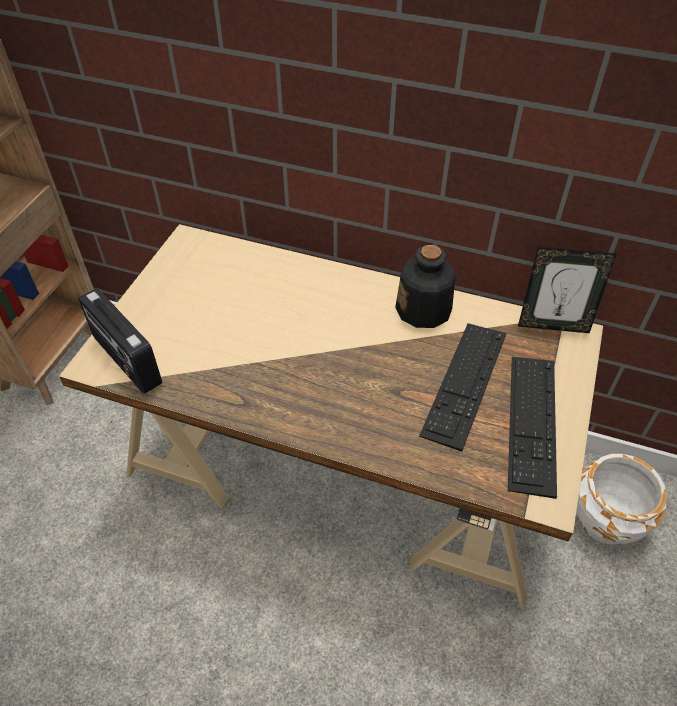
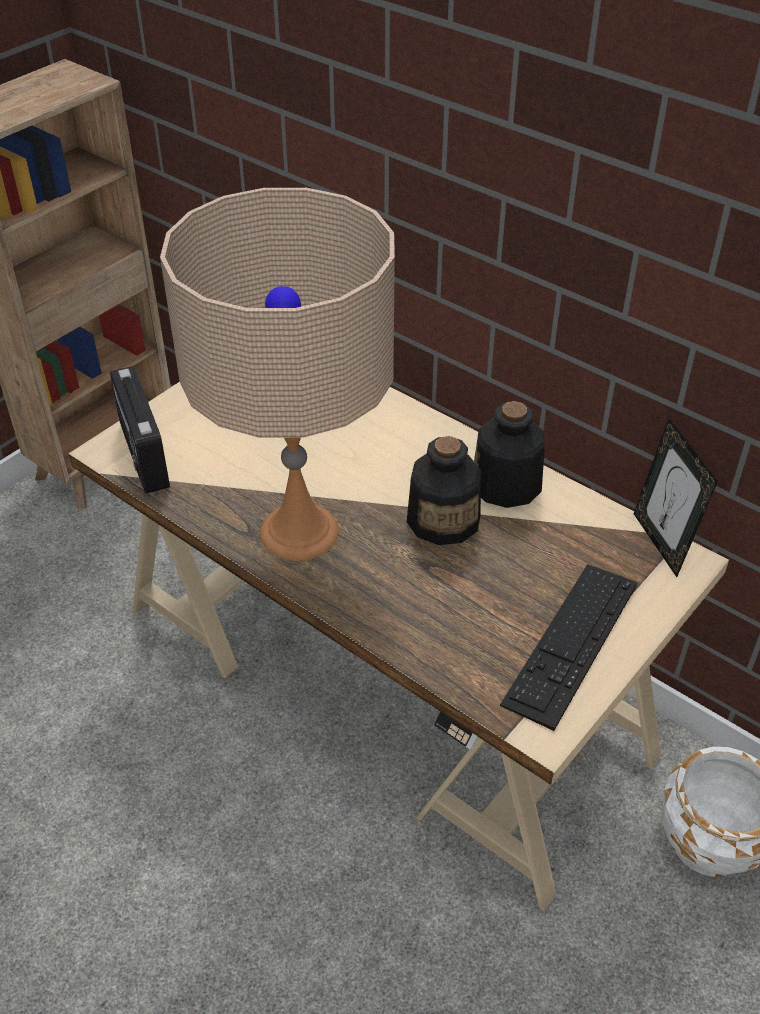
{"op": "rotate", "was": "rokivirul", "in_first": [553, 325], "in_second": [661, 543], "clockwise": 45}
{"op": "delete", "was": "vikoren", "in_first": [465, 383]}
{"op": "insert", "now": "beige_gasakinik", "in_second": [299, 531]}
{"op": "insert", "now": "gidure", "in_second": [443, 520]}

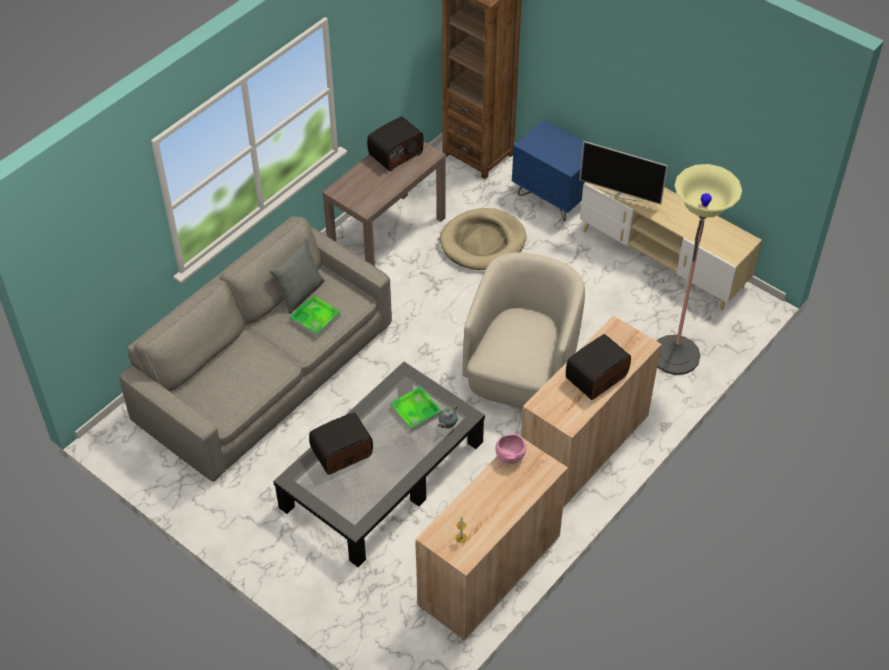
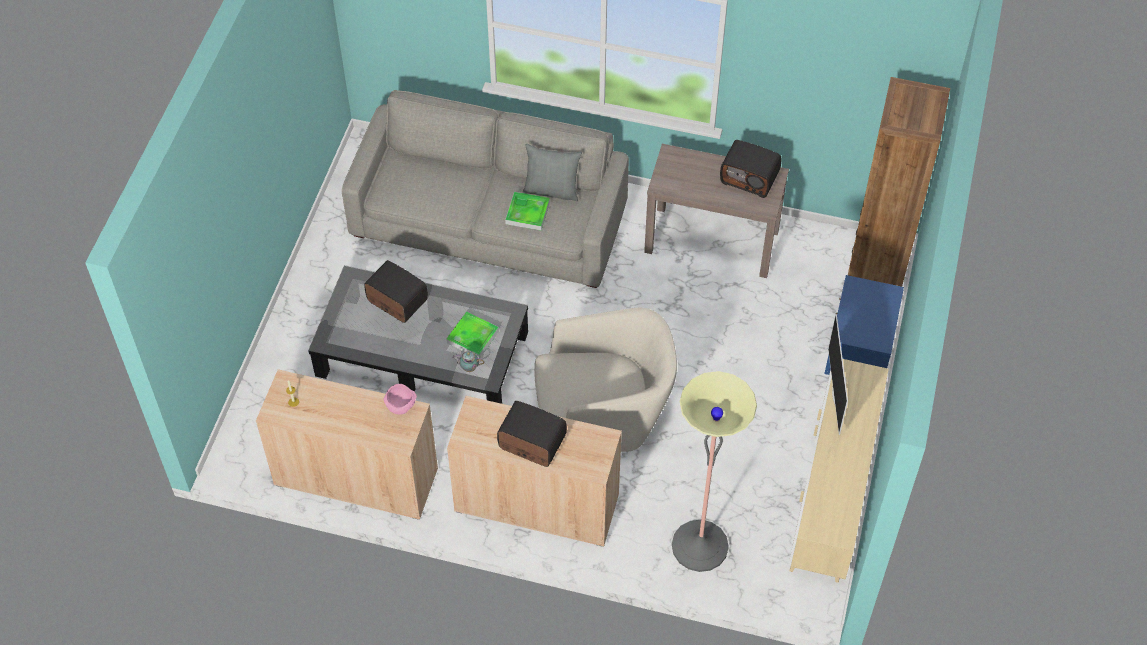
{"op": "delete", "was": "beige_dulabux", "in_first": [483, 242]}

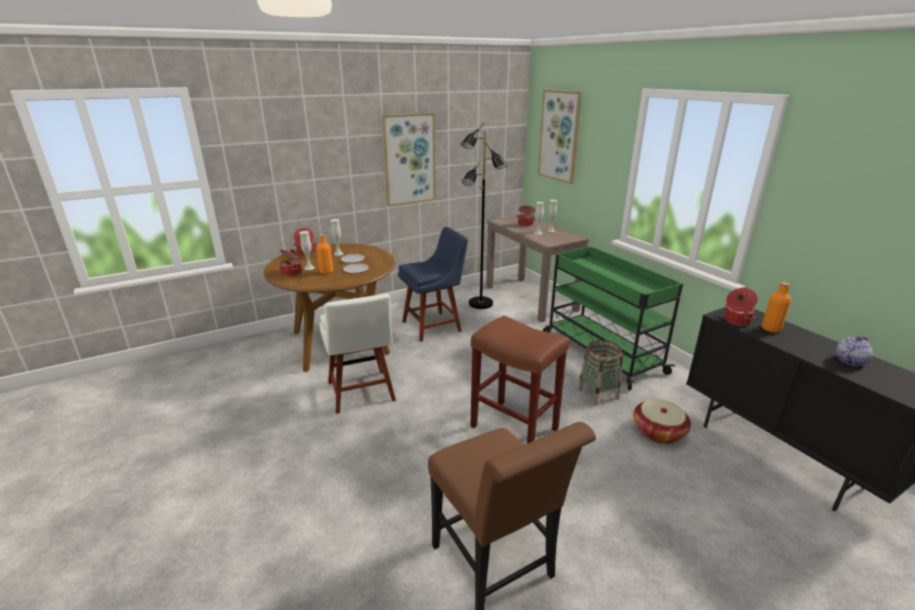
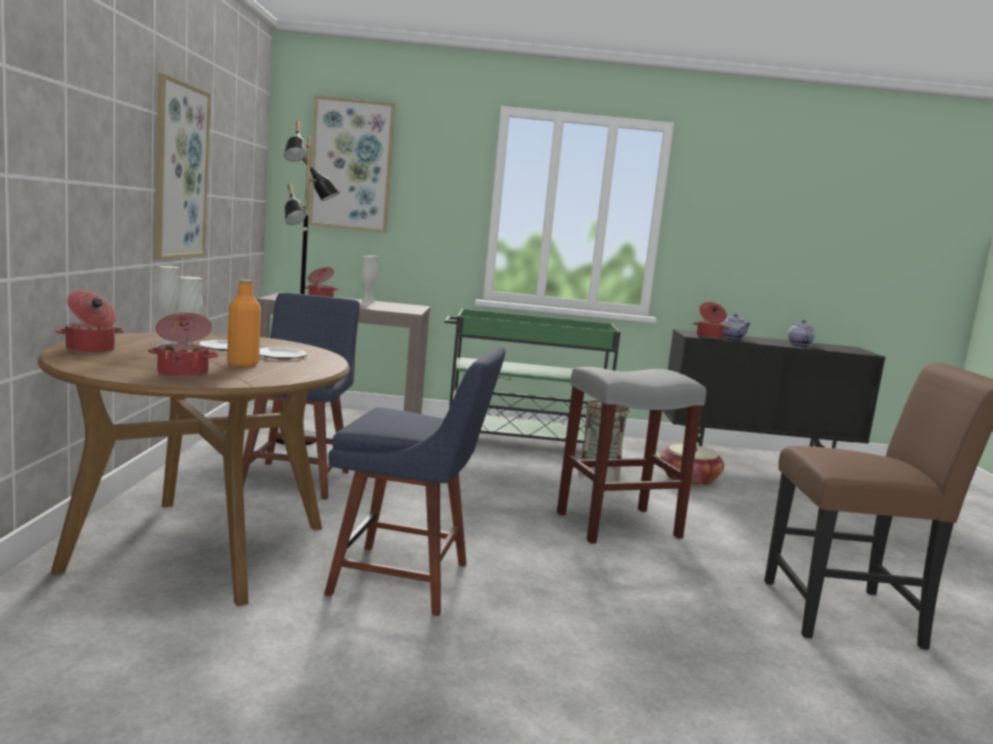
{"op": "replace", "was": "orange_gidure", "now": "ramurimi", "in_first": [771, 329], "in_second": [732, 337]}
{"op": "recolor", "was": "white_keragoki", "now": "blue_keragoki", "in_first": [361, 393], "in_second": [408, 580]}
{"op": "recolor", "was": "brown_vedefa", "now": "grey_vedefa", "in_first": [515, 428], "in_second": [619, 524]}

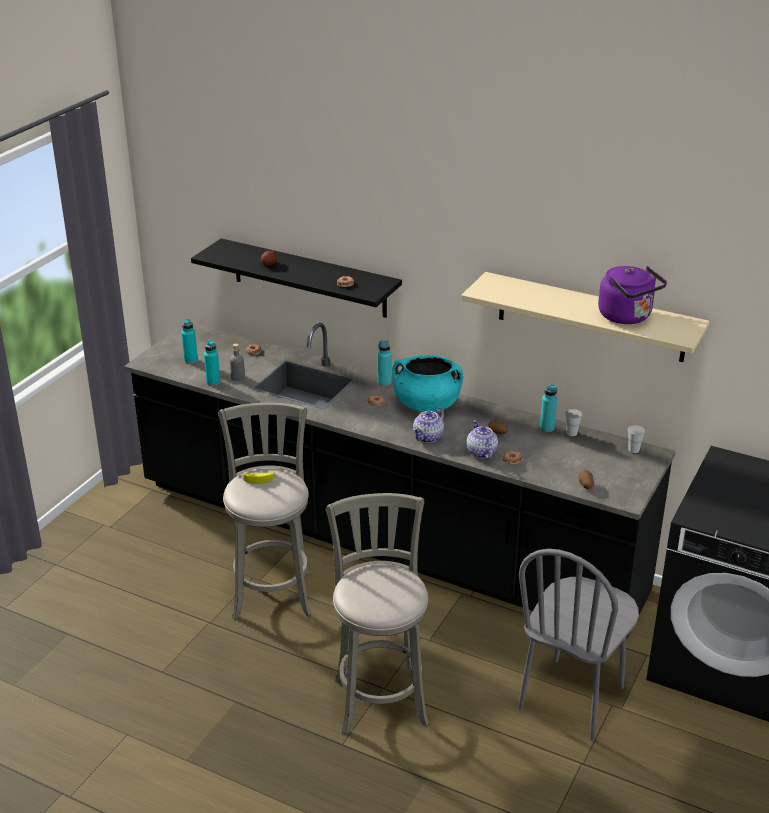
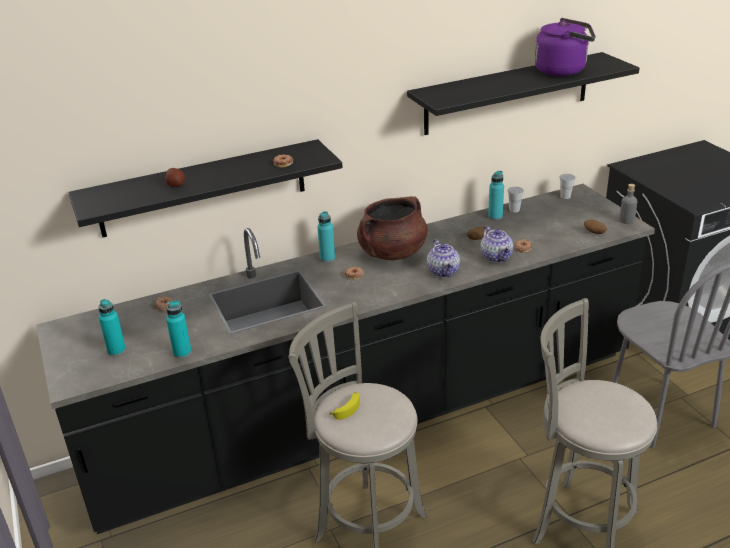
{"op": "recolor", "was": "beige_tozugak", "now": "black_tozugak", "in_first": [591, 317], "in_second": [507, 93]}
{"op": "move", "was": "grey_gidure", "in_first": [238, 377], "in_second": [626, 220]}
{"op": "recolor", "was": "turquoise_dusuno", "now": "brown_dusuno", "in_first": [426, 405], "in_second": [392, 253]}
{"op": "rotate", "was": "ramurimi", "in_first": [481, 452], "in_second": [496, 257], "clockwise": -135}

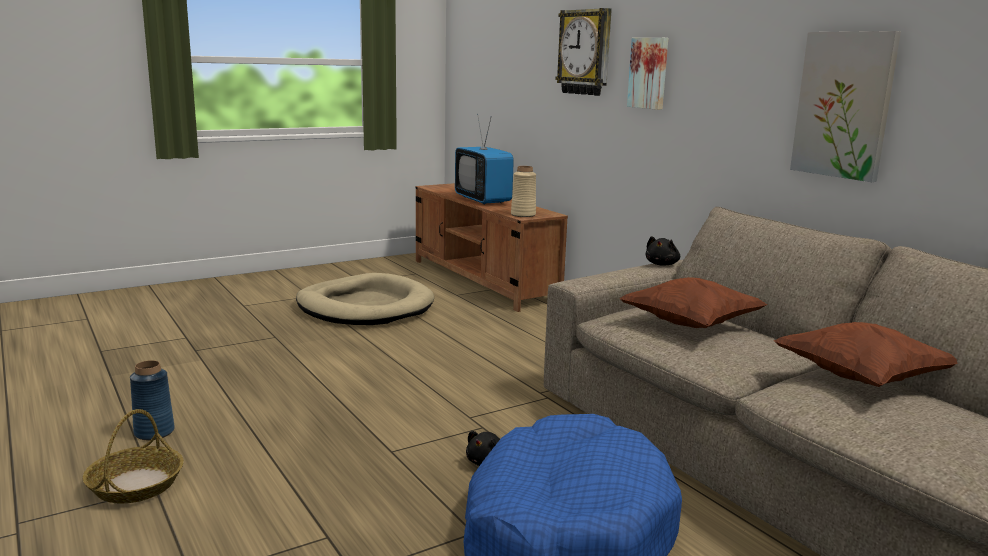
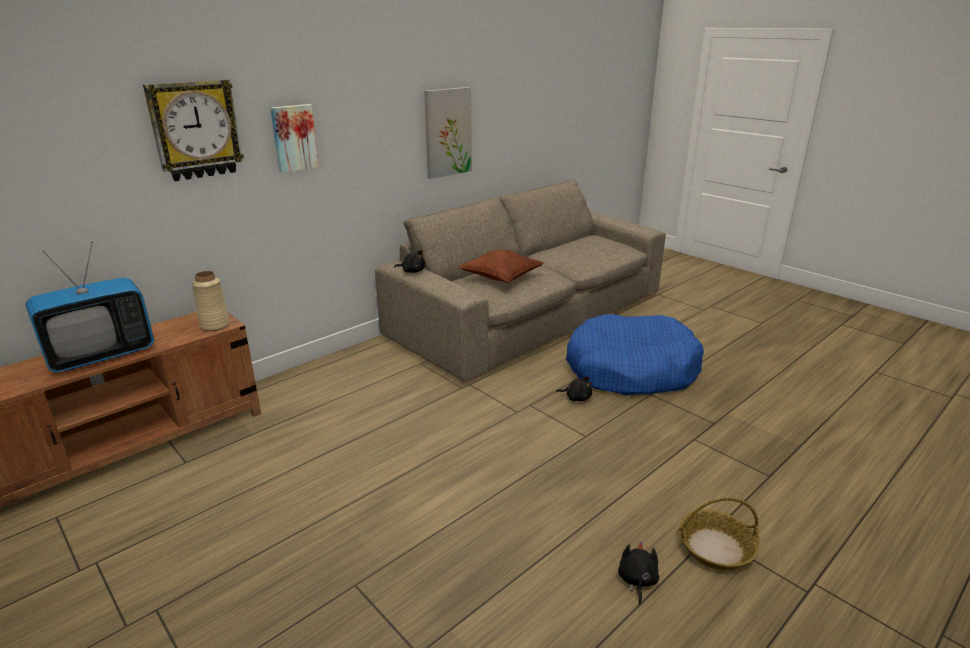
{"op": "delete", "was": "beige_dulabux", "in_first": [365, 307]}
{"op": "delete", "was": "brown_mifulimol", "in_first": [860, 379]}
{"op": "replace", "was": "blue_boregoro", "now": "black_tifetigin", "in_first": [154, 432], "in_second": [637, 580]}

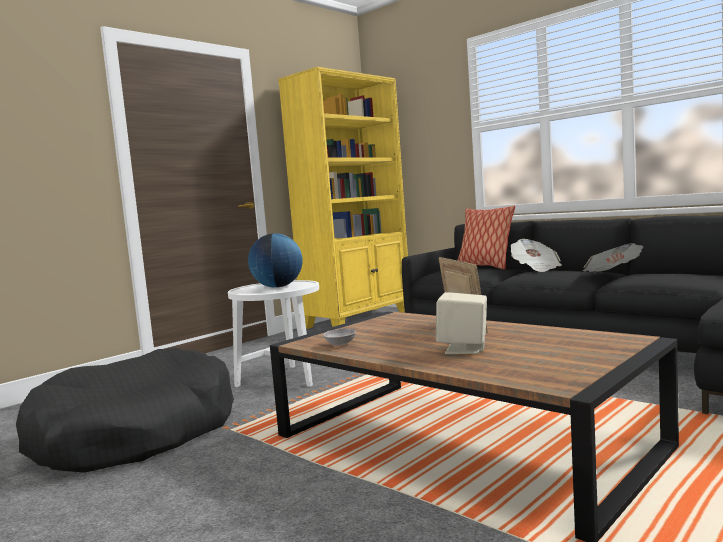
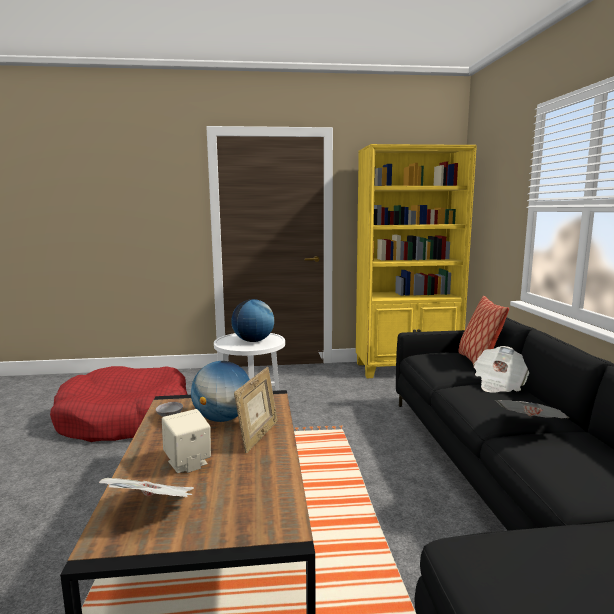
{"op": "recolor", "was": "black_dulabux", "now": "red_dulabux", "in_first": [135, 434], "in_second": [125, 419]}
{"op": "insert", "now": "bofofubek", "in_second": [222, 419]}
{"op": "insert", "now": "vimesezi", "in_second": [154, 508]}

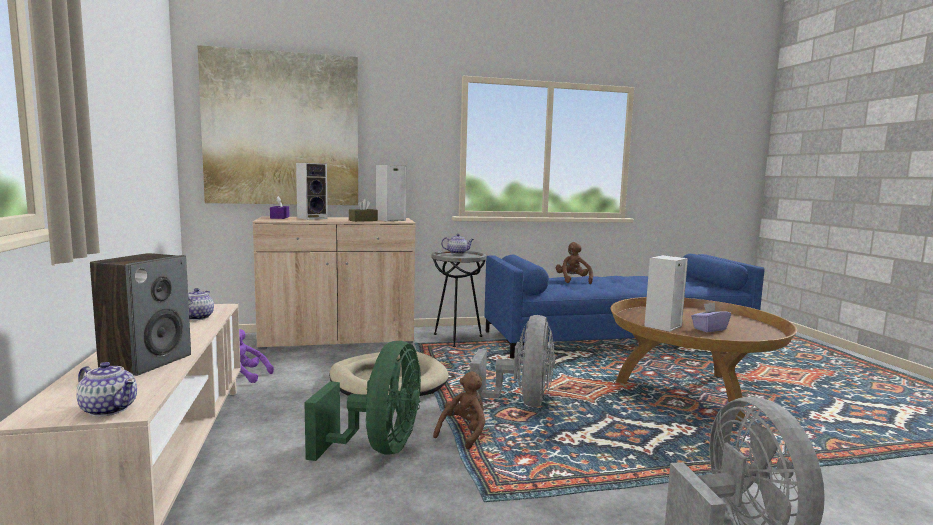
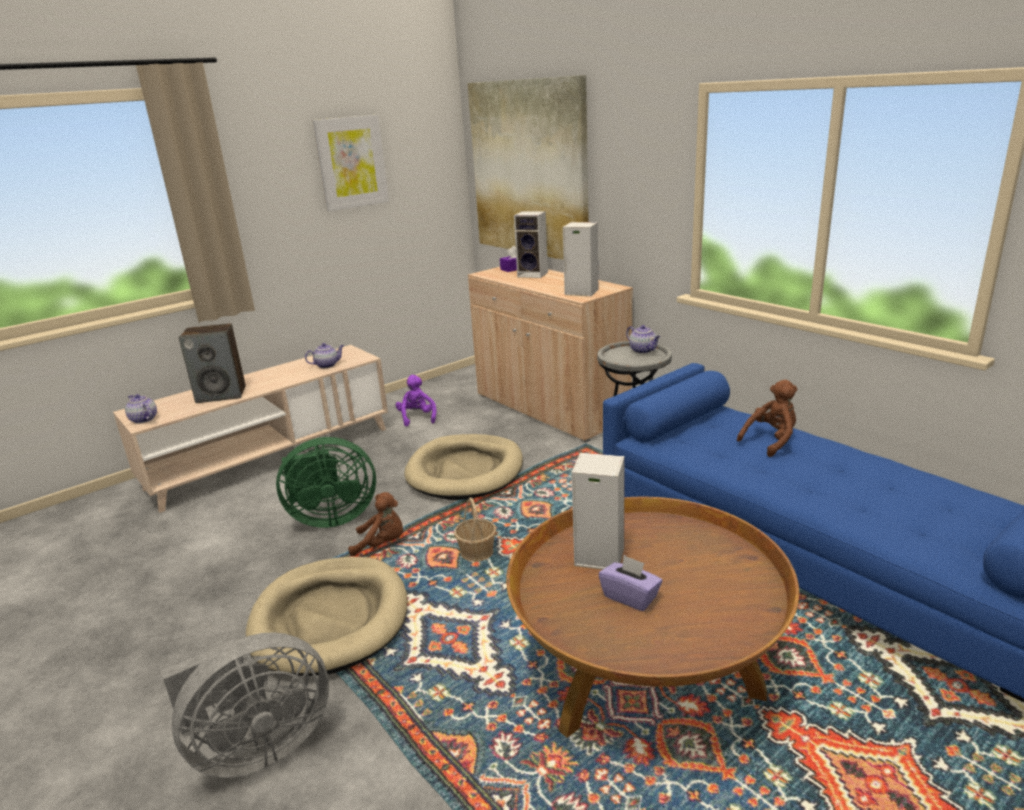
{"op": "delete", "was": "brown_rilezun", "in_first": [363, 220]}
{"op": "replace", "was": "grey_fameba", "now": "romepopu", "in_first": [521, 403], "in_second": [477, 552]}
{"op": "rotate", "was": "ramurimi", "in_first": [109, 409], "in_second": [143, 419], "clockwise": 135}
{"op": "insert", "now": "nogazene", "in_second": [351, 162]}
{"op": "insert", "now": "beige_dulabux", "in_second": [330, 619]}

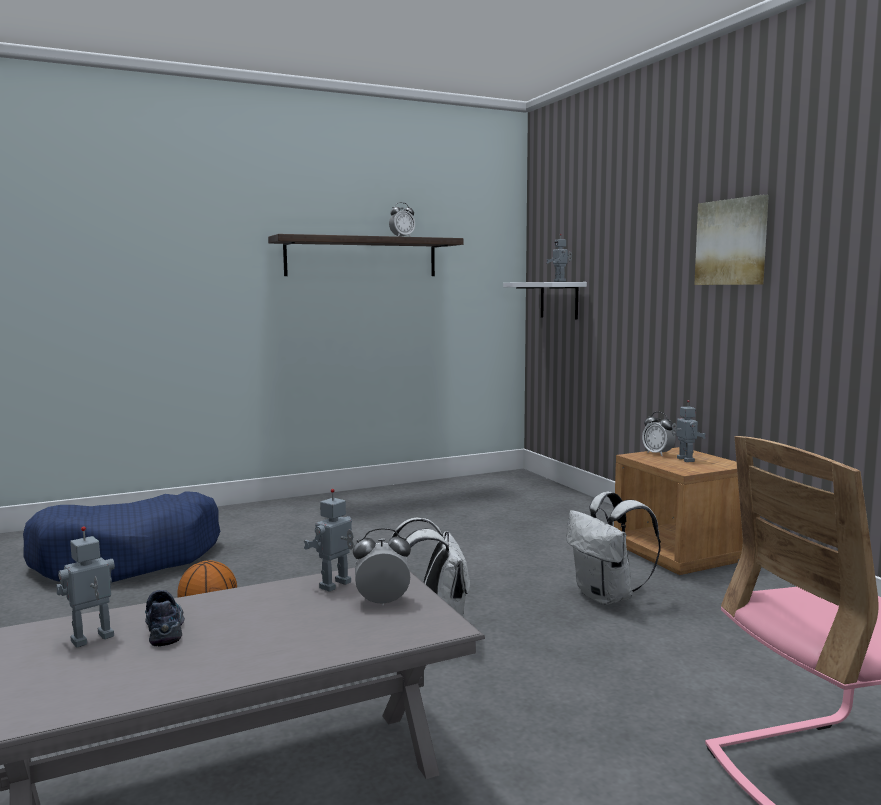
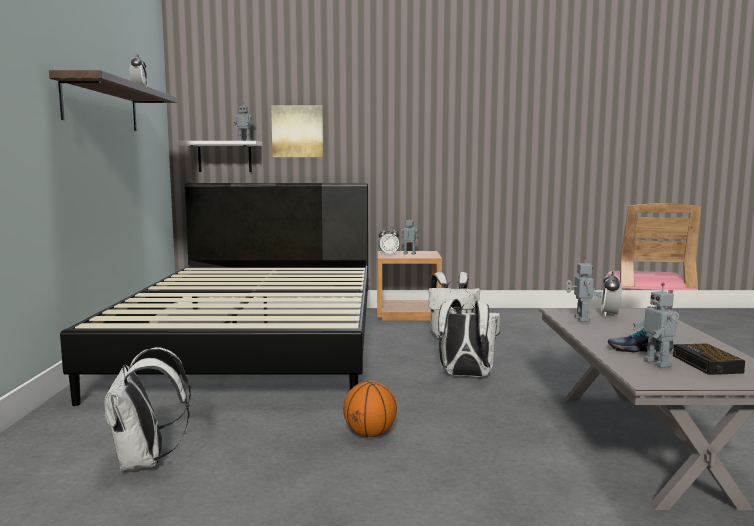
{"op": "move", "was": "nogazene", "in_first": [732, 242], "in_second": [297, 131]}
{"op": "rotate", "was": "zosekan", "in_first": [336, 585], "in_second": [580, 319], "clockwise": -150}
{"op": "replace", "was": "blue_dulabux", "now": "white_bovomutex", "in_first": [128, 558], "in_second": [145, 462]}
{"op": "insert", "now": "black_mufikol", "in_second": [256, 345]}
{"op": "insert", "now": "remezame", "in_second": [708, 365]}

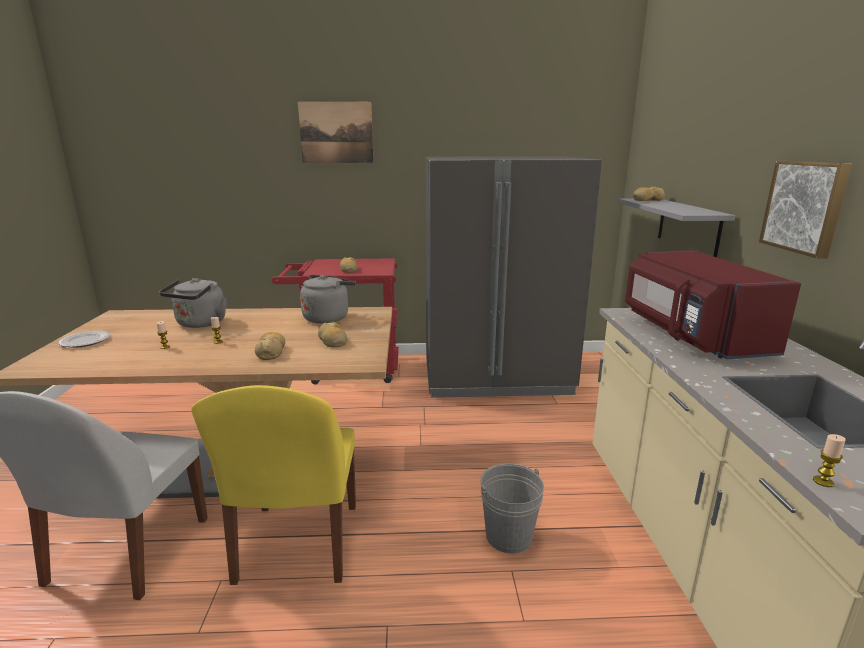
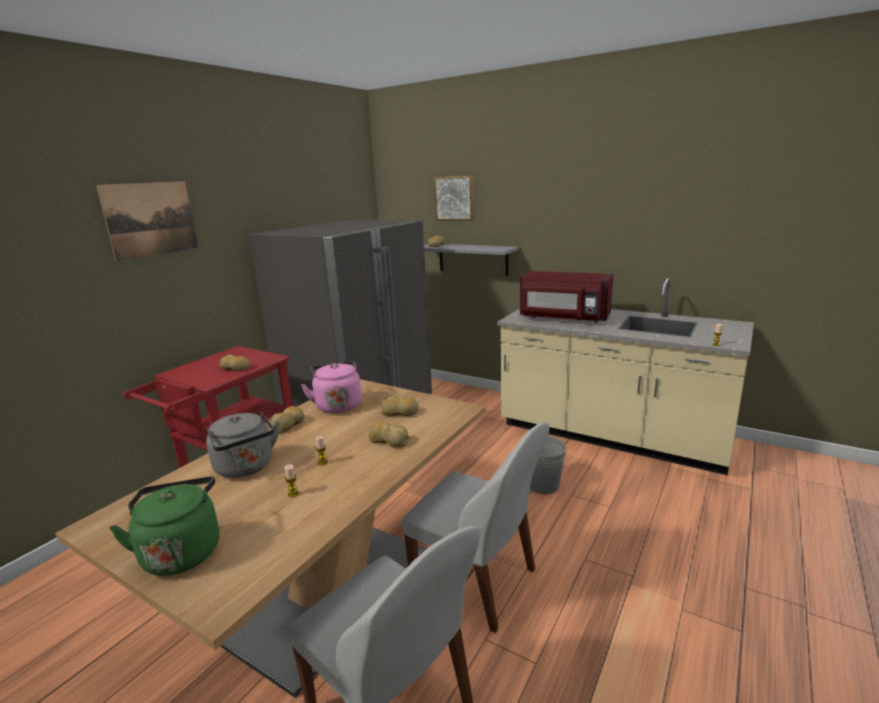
{"op": "move", "was": "nogazene", "in_first": [805, 207], "in_second": [455, 198]}
{"op": "recolor", "was": "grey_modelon", "now": "pink_modelon", "in_first": [328, 317], "in_second": [338, 405]}
{"op": "replace", "was": "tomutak", "now": "green_modelon", "in_first": [86, 341], "in_second": [182, 551]}
{"op": "recolor", "was": "yellow_keragoki", "now": "white_keragoki", "in_first": [297, 545], "in_second": [477, 582]}
{"op": "insert", "now": "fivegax", "in_second": [288, 425]}

